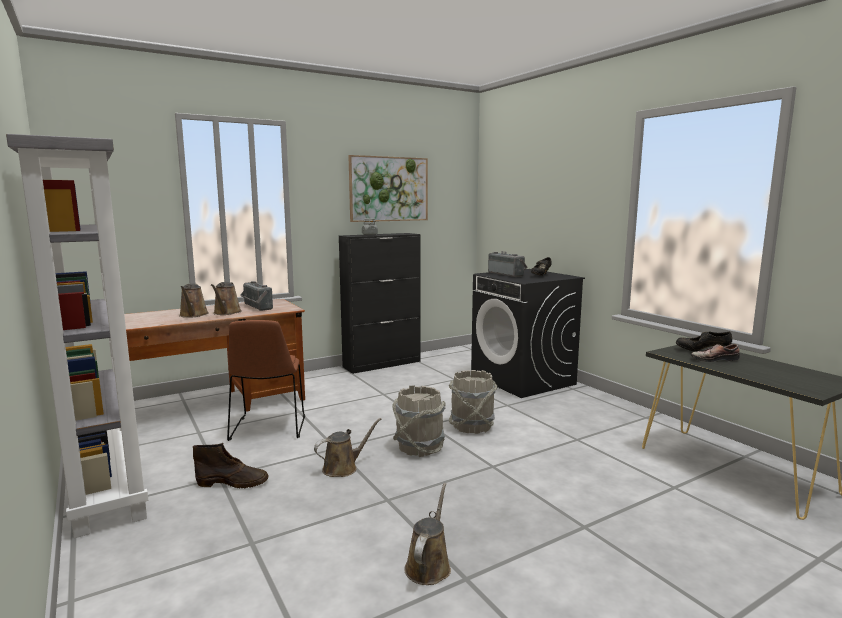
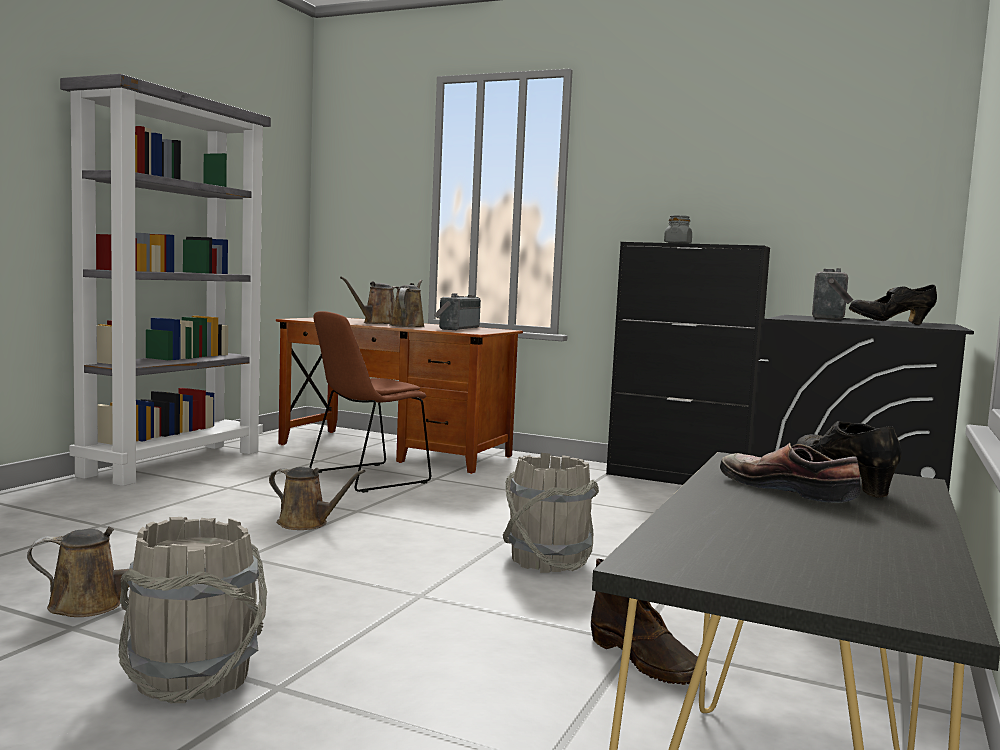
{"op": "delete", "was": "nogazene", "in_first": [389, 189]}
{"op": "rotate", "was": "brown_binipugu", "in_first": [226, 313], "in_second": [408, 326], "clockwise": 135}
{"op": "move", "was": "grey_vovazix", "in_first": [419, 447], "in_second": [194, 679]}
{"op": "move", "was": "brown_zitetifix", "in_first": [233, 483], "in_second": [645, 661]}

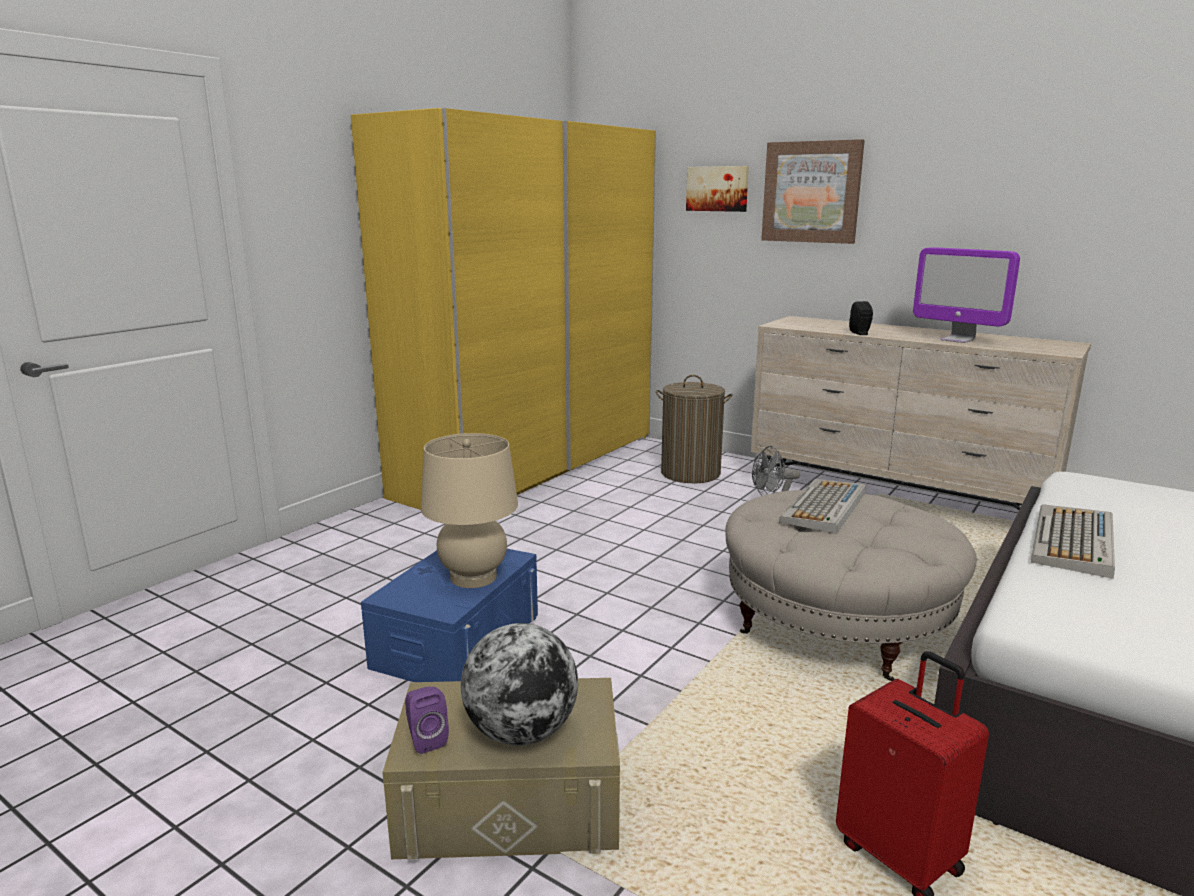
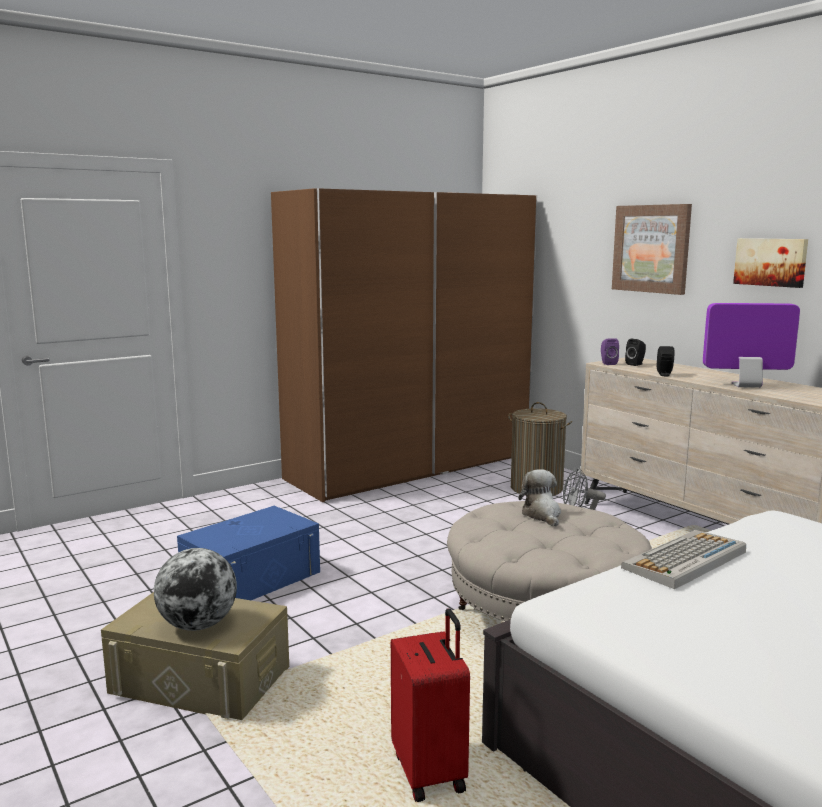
{"op": "recolor", "was": "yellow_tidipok", "now": "brown_tidipok", "in_first": [530, 465], "in_second": [410, 467]}
{"op": "move", "was": "nogazene", "in_first": [717, 189], "in_second": [771, 262]}
{"op": "rotate", "was": "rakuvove", "in_first": [957, 340], "in_second": [746, 386], "clockwise": 120}
{"op": "delete", "was": "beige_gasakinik", "in_first": [473, 577]}
{"op": "replace", "was": "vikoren", "now": "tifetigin", "in_first": [824, 507], "in_second": [542, 515]}
{"op": "move", "was": "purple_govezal", "in_first": [426, 739], "in_second": [607, 363]}
{"op": "insert", "now": "black_govezal", "in_second": [636, 364]}

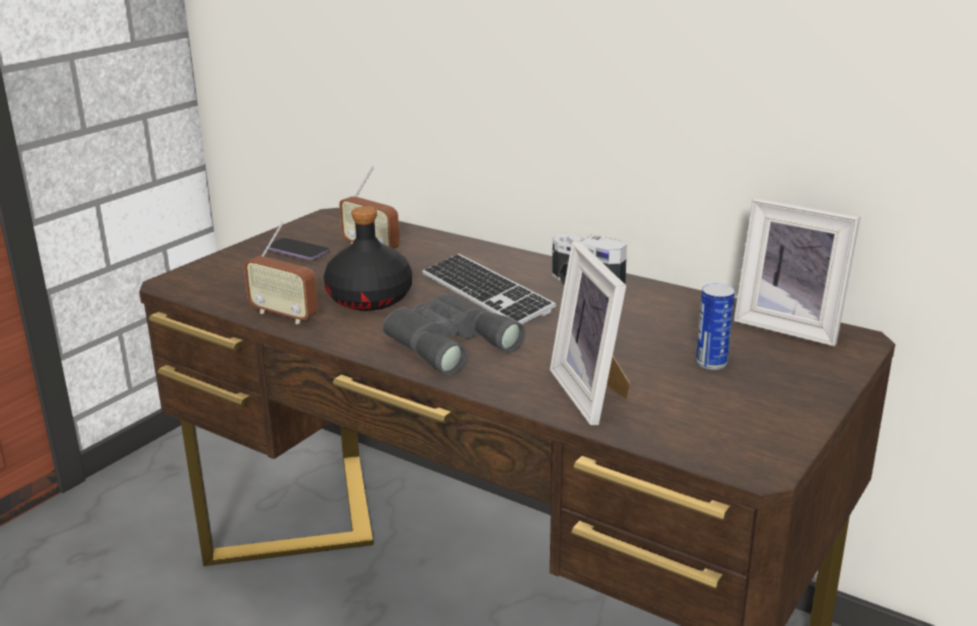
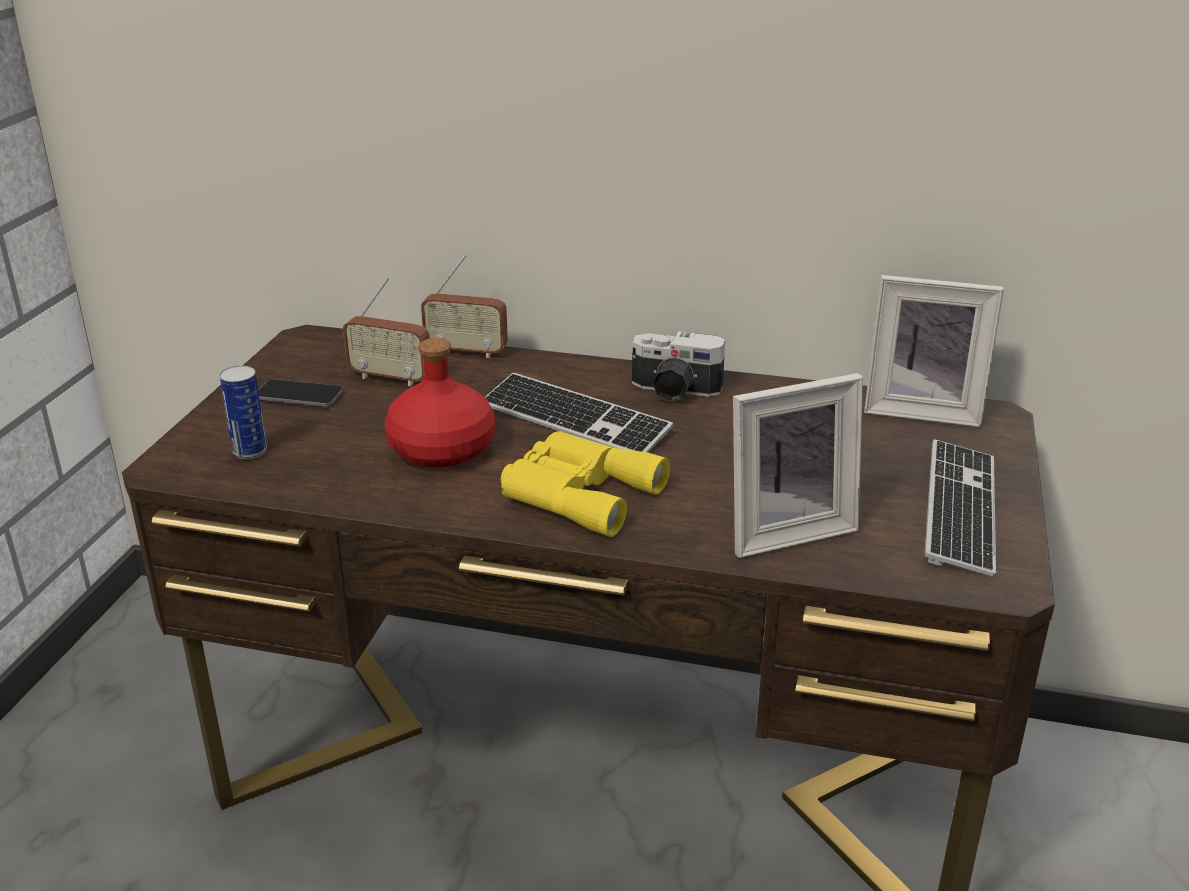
{"op": "recolor", "was": "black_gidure", "now": "red_gidure", "in_first": [369, 299], "in_second": [442, 450]}
{"op": "move", "was": "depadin", "in_first": [284, 315], "in_second": [466, 352]}
{"op": "rotate", "was": "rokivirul", "in_first": [593, 393], "in_second": [785, 530], "clockwise": -75}
{"op": "move", "was": "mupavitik", "in_first": [711, 363], "in_second": [250, 452]}
{"op": "recolor", "was": "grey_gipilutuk", "now": "yellow_gipilutuk", "in_first": [447, 341], "in_second": [577, 492]}
{"op": "insert", "now": "vikoren", "in_second": [960, 509]}

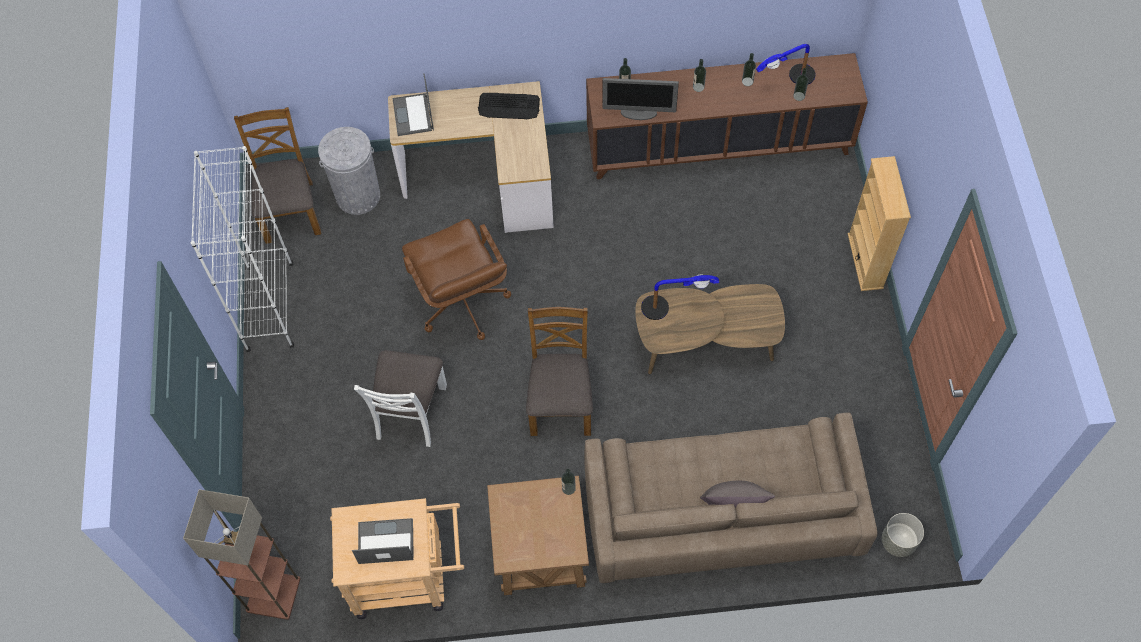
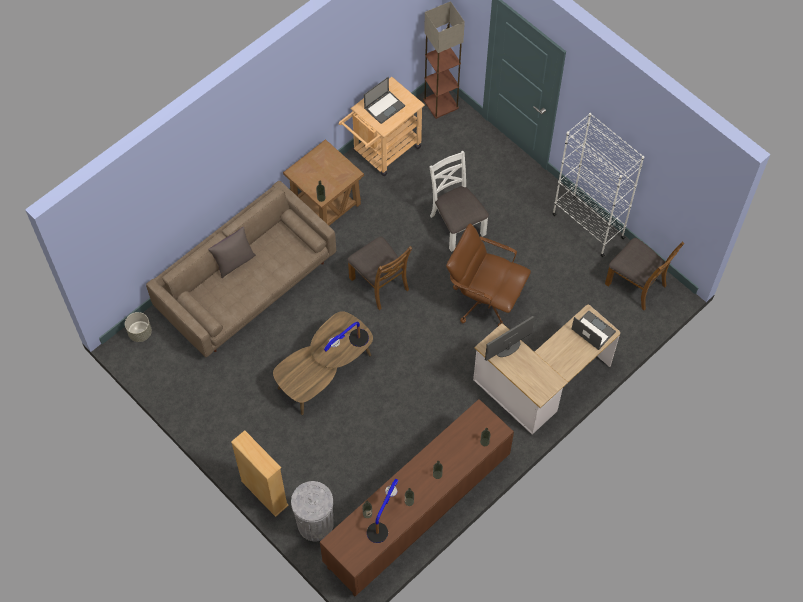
{"op": "move", "was": "rakuvove", "in_first": [639, 113], "in_second": [508, 348]}
{"op": "delete", "was": "vikoren", "in_first": [509, 106]}
{"op": "move", "was": "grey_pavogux", "in_first": [358, 195], "in_second": [315, 524]}

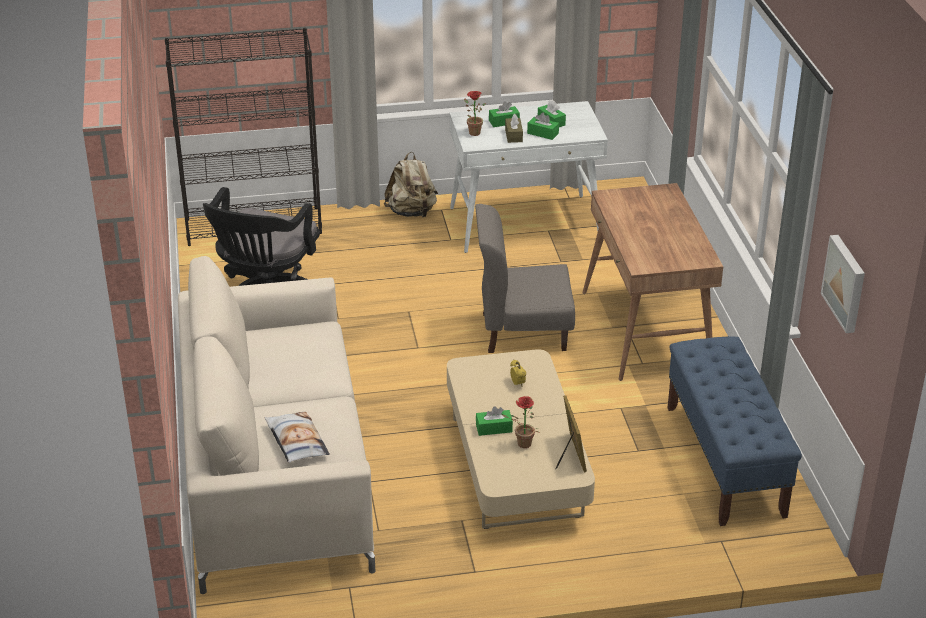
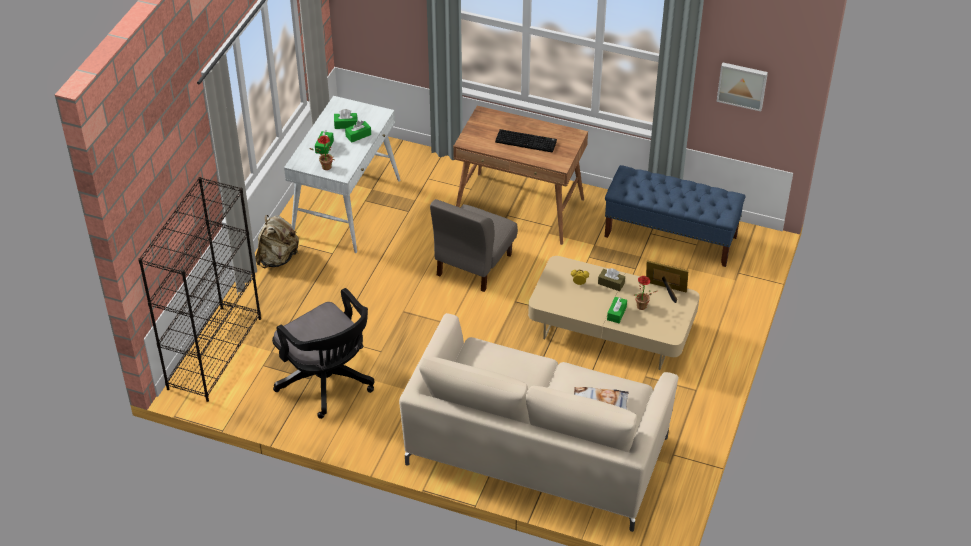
{"op": "move", "was": "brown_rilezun", "in_first": [513, 135], "in_second": [611, 283]}
{"op": "insert", "now": "vikoren", "in_second": [526, 141]}

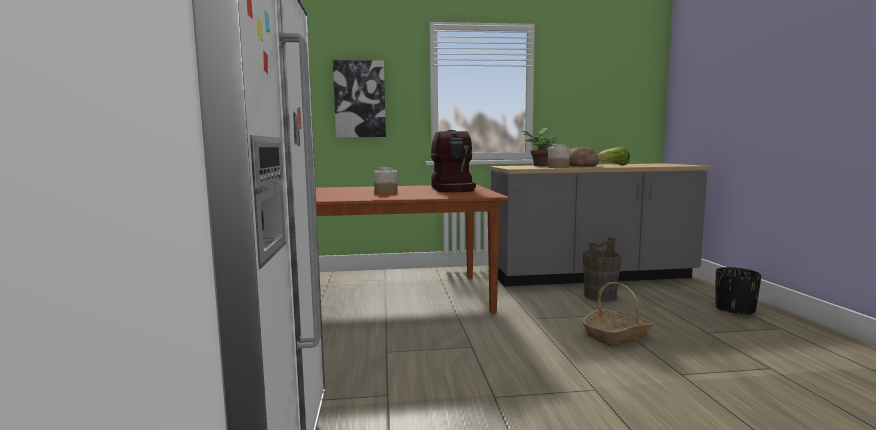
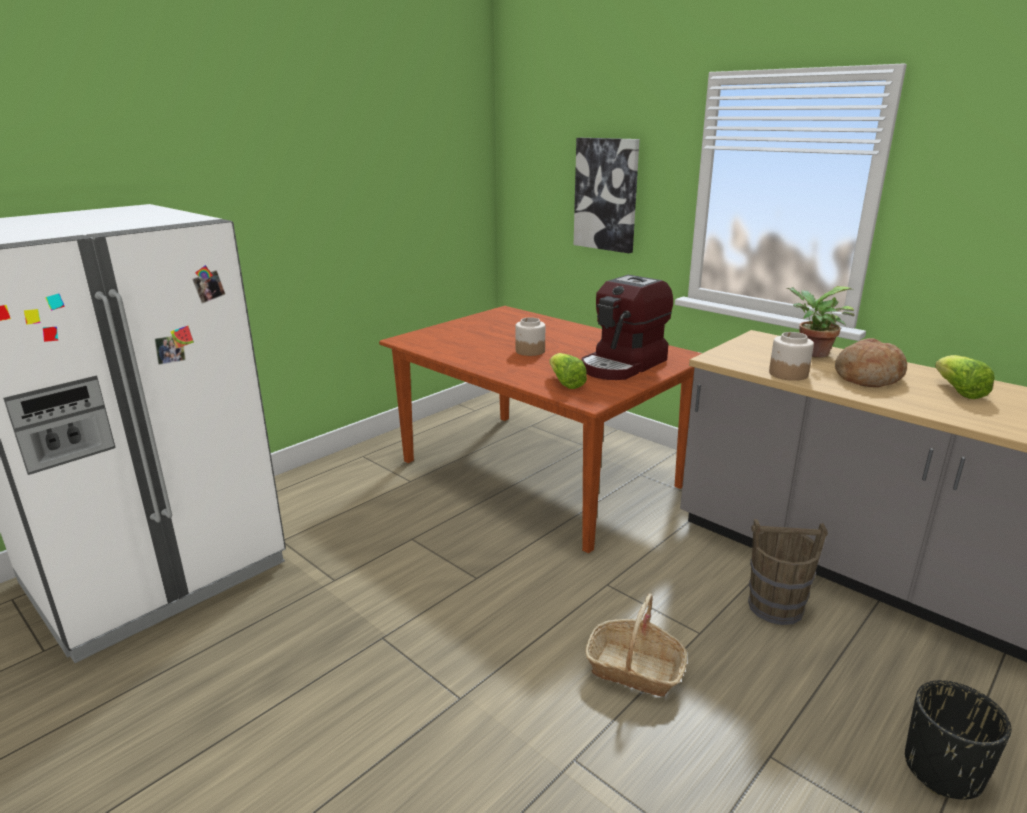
{"op": "insert", "now": "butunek", "in_second": [565, 383]}

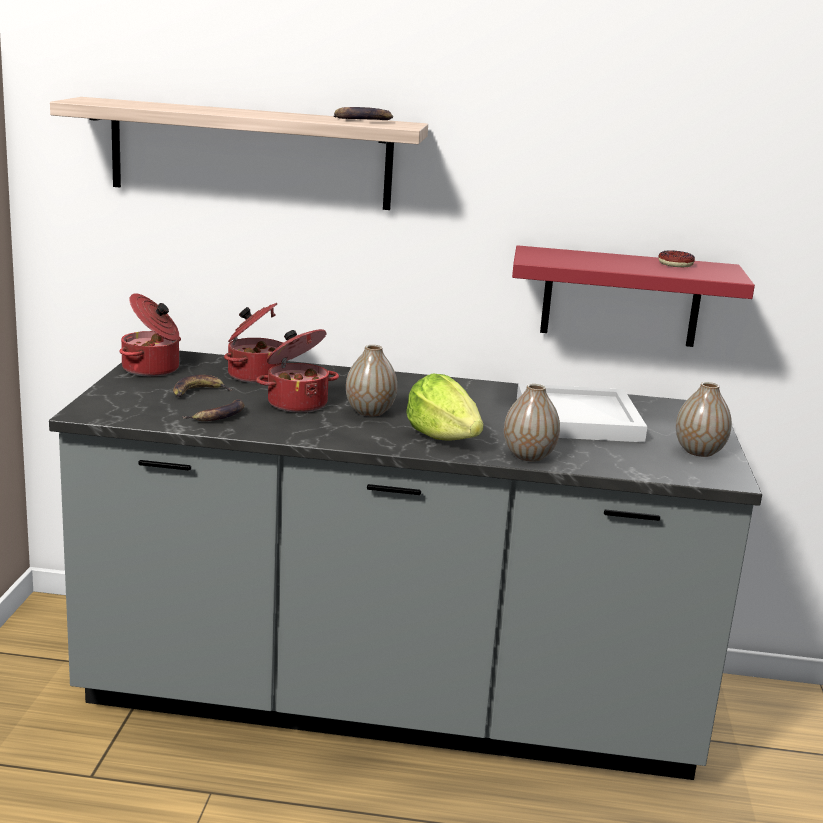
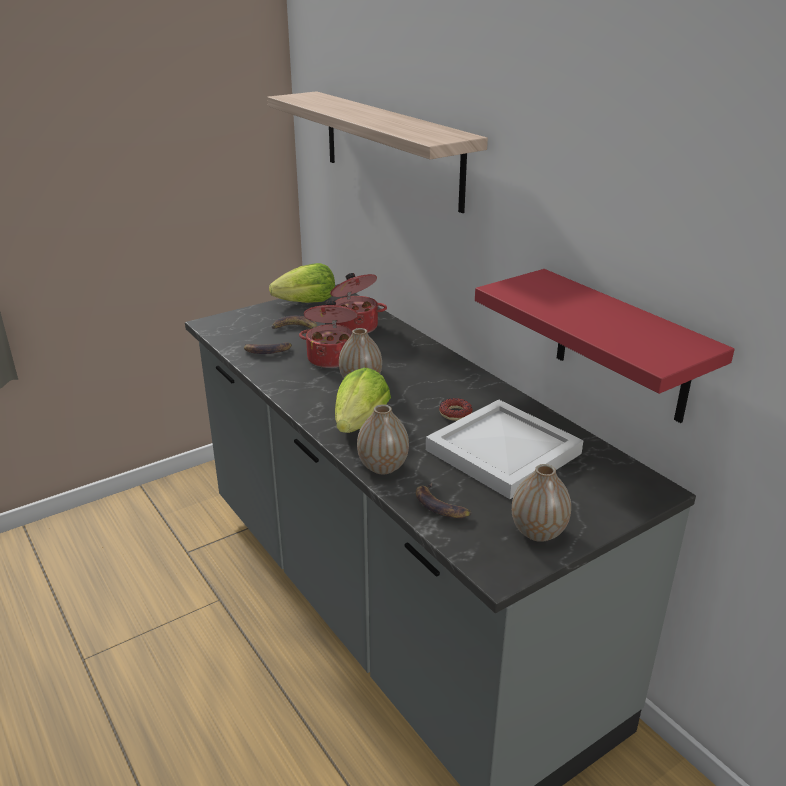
{"op": "move", "was": "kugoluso", "in_first": [362, 120], "in_second": [440, 506]}
{"op": "move", "was": "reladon", "in_first": [675, 264], "in_second": [455, 413]}
{"op": "replace", "was": "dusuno", "now": "butunek", "in_first": [152, 369], "in_second": [307, 303]}

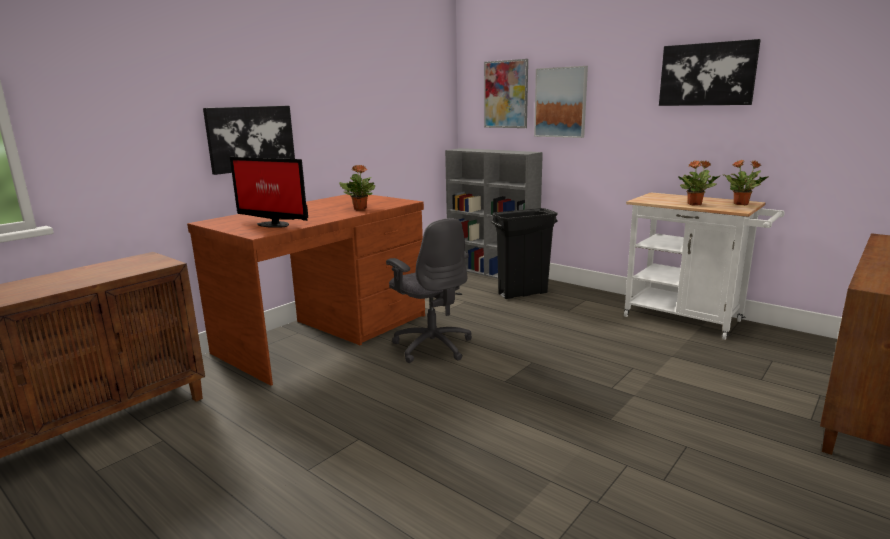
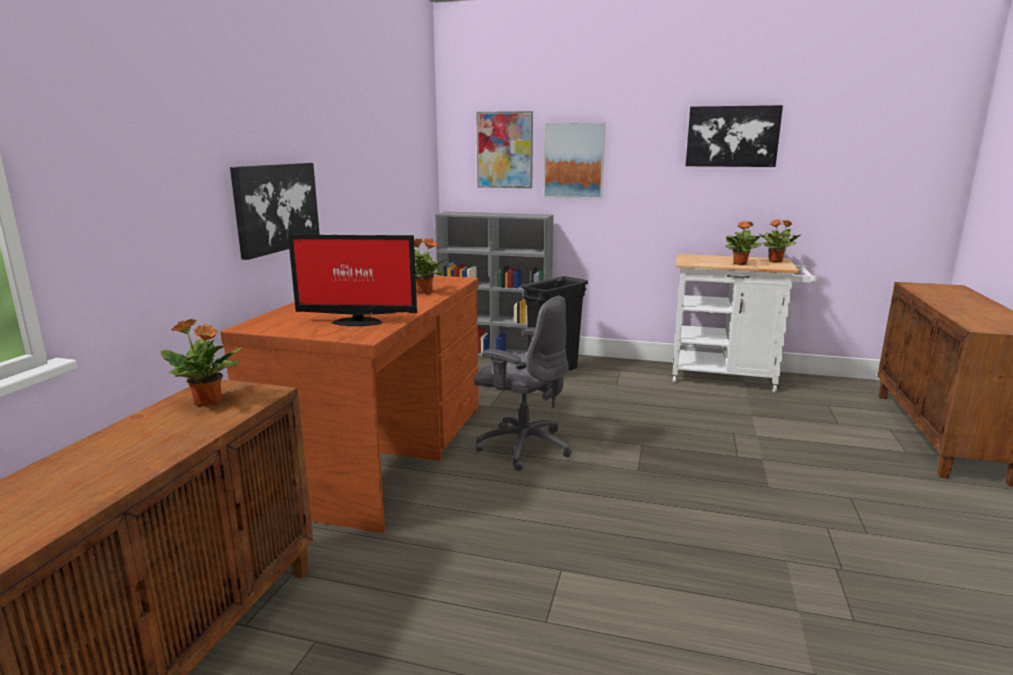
{"op": "insert", "now": "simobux", "in_second": [208, 402]}

